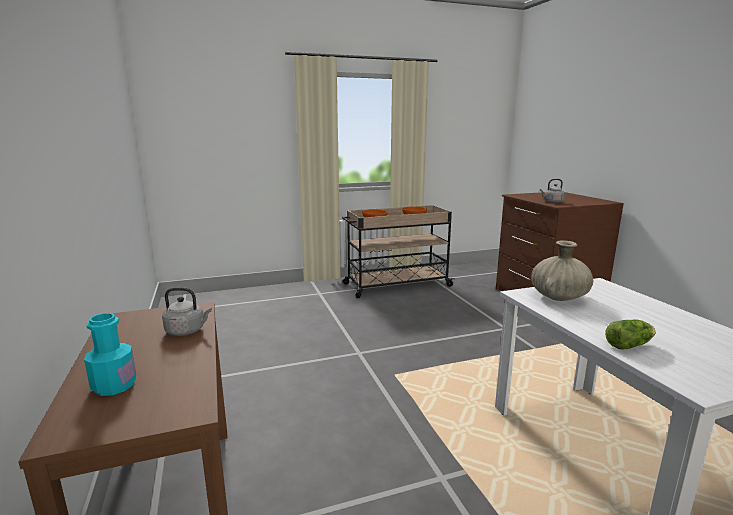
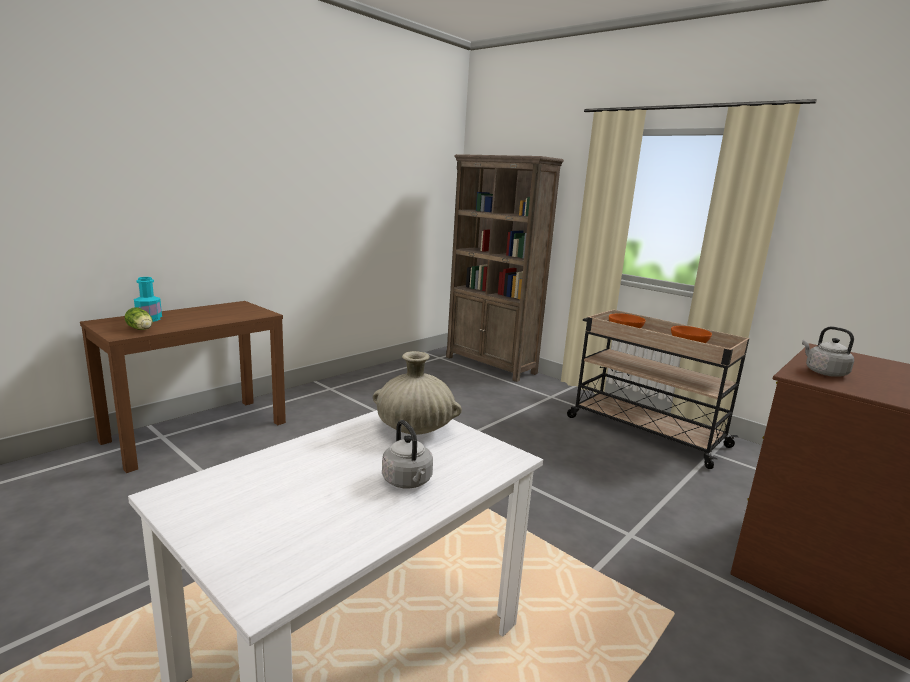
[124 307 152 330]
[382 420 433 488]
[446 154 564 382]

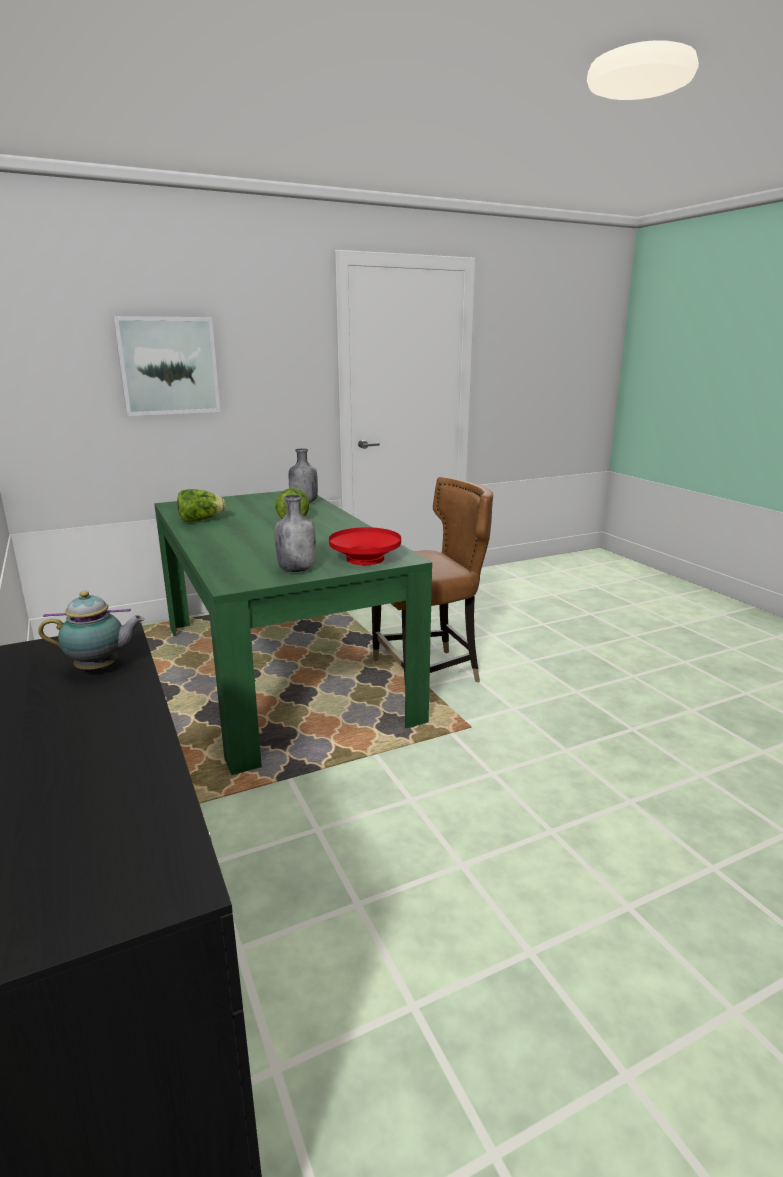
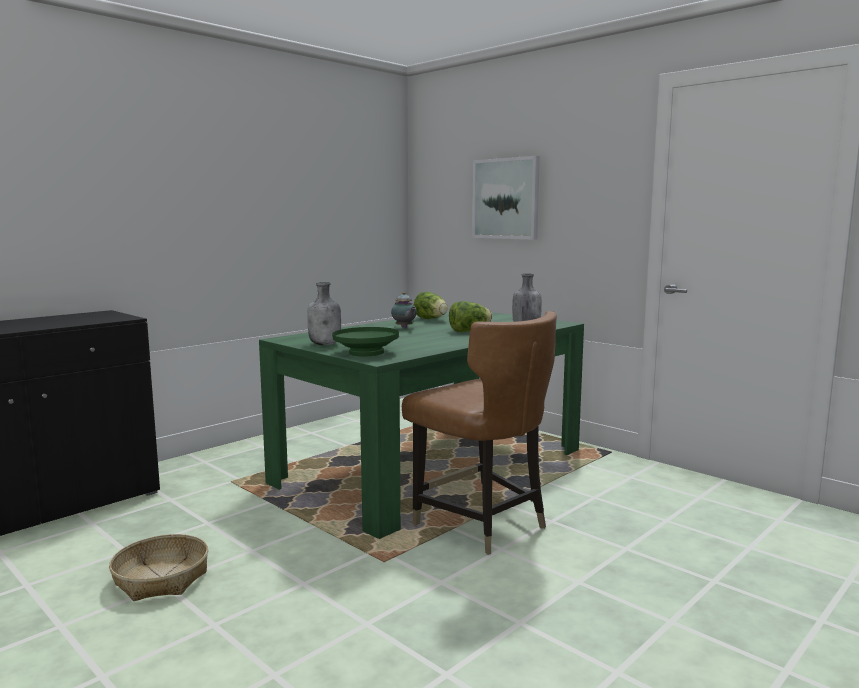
[109 534 208 601]
[332 327 399 356]
[391 292 417 328]

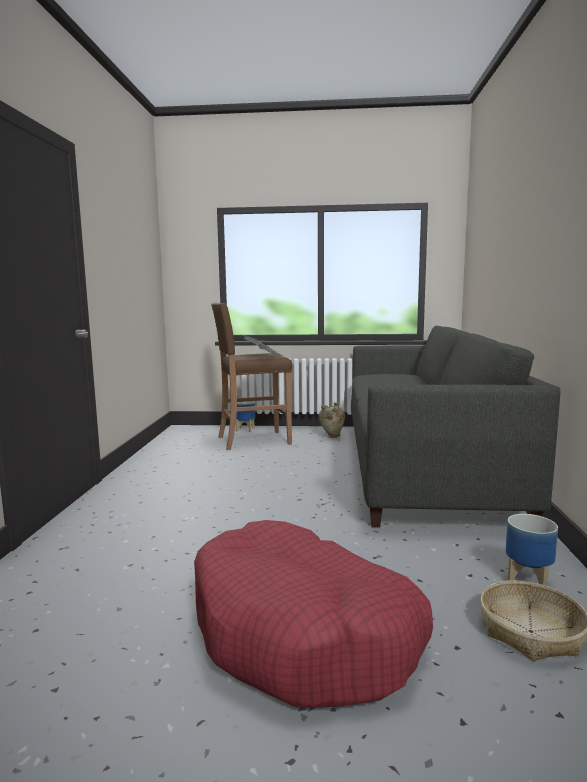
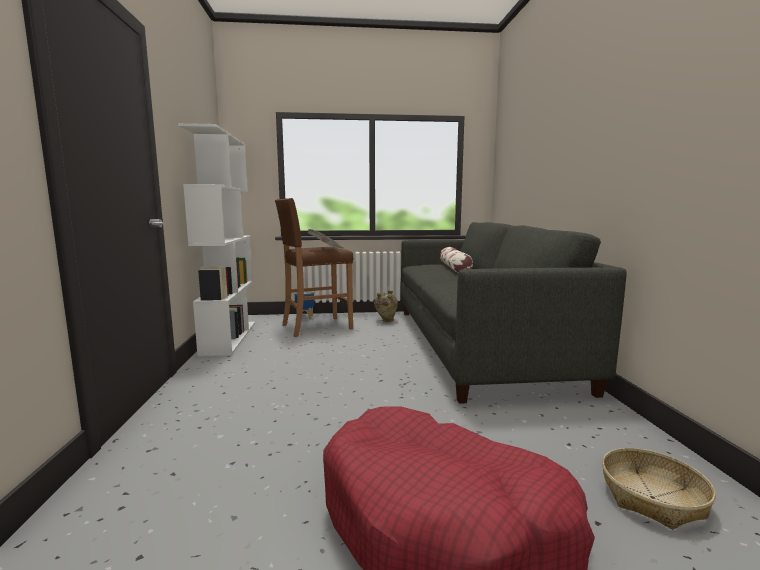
[178 123 255 356]
[440 247 473 273]
[506 514 558 586] (first image)

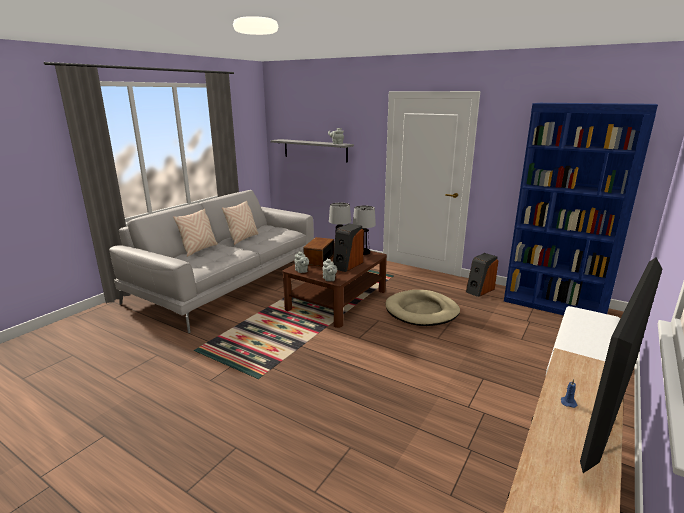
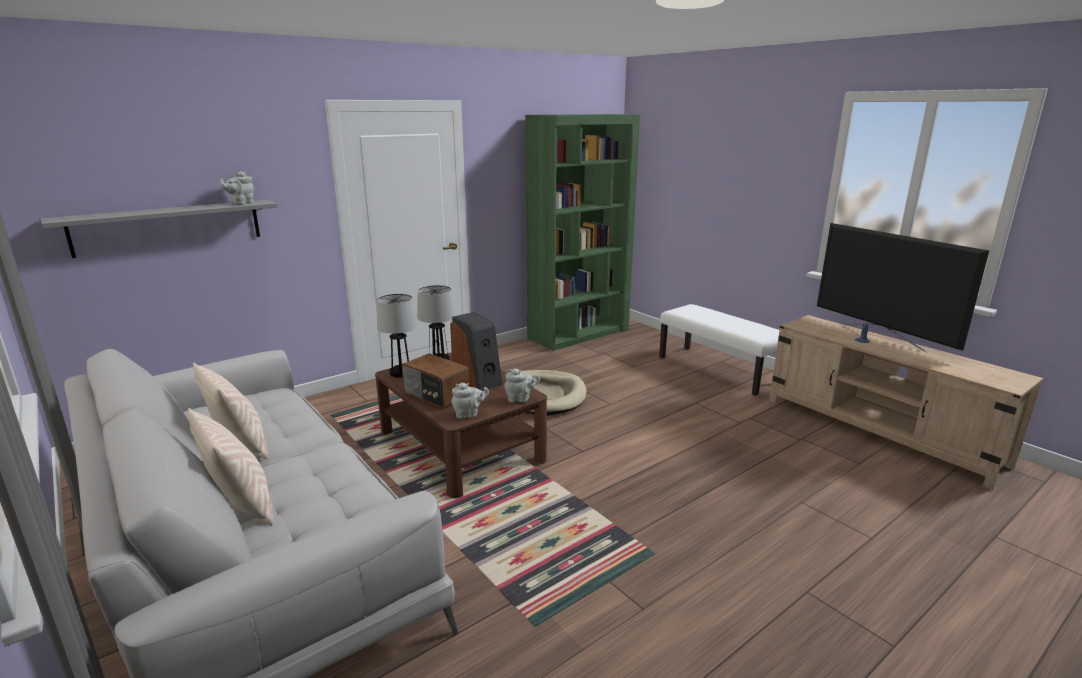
[525 114 640 351]
[466 253 498 297] (first image)

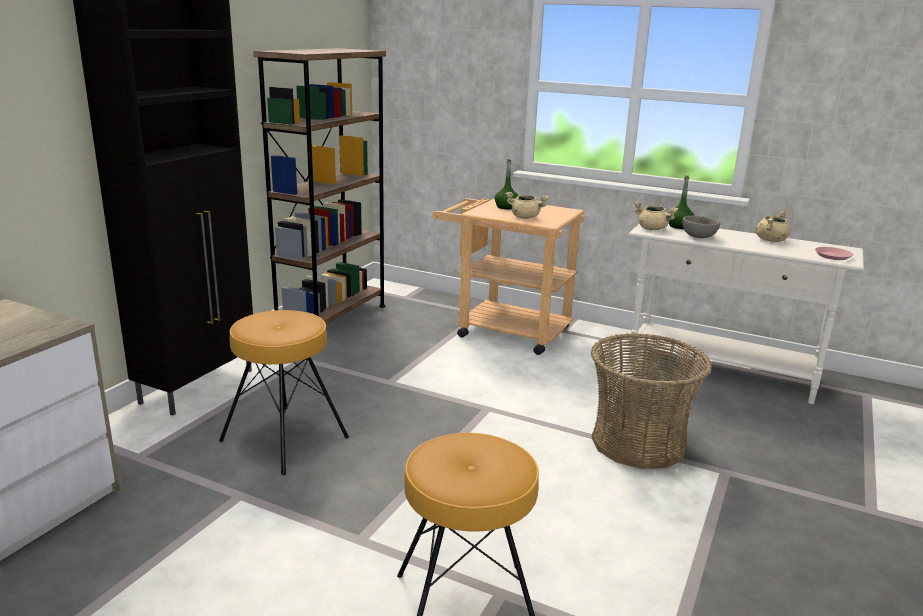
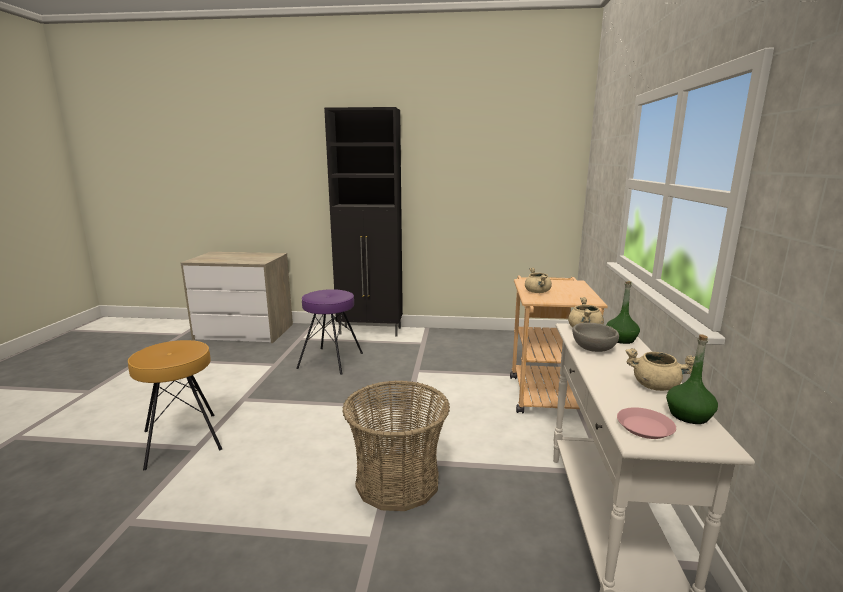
[296 289 363 375]
[666 334 718 424]
[253 48 386 324] (first image)

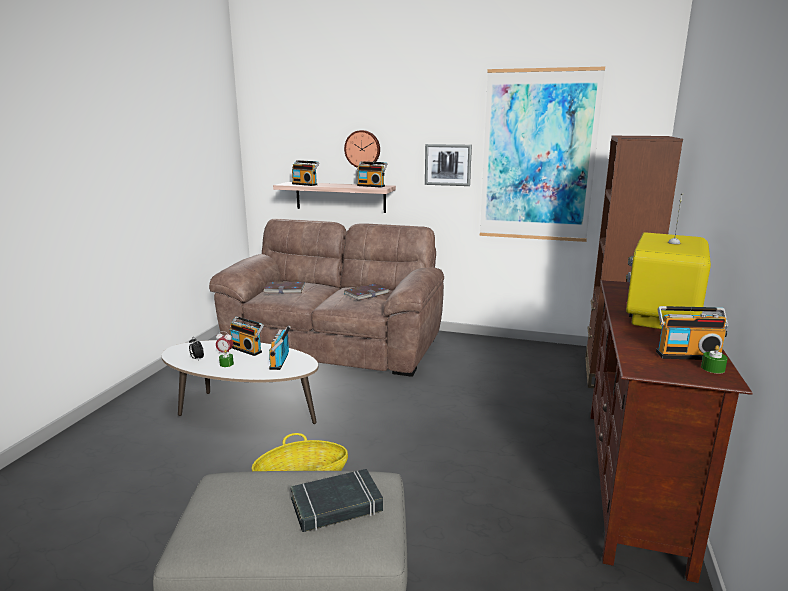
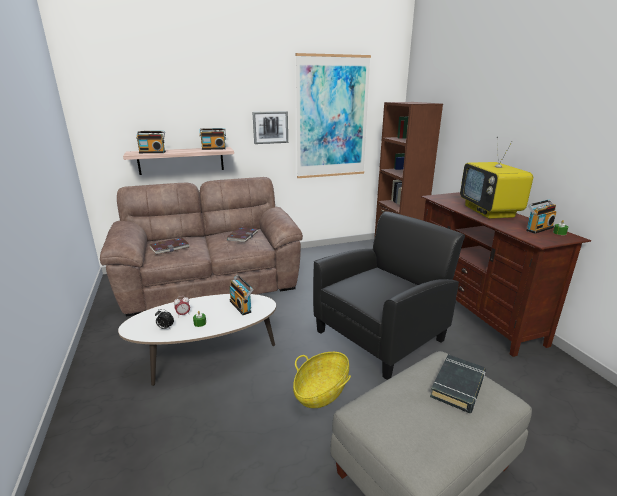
[313 211 465 380]
[229 316 264 356] (first image)
[344 130 380 168] (first image)

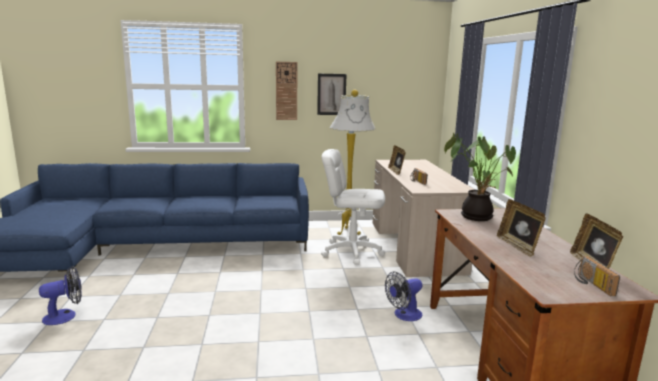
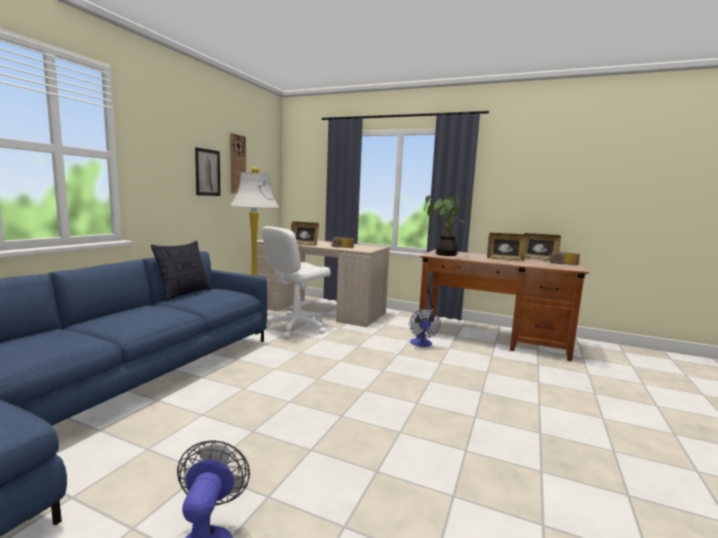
[151 241 212 302]
[230 133 246 194]

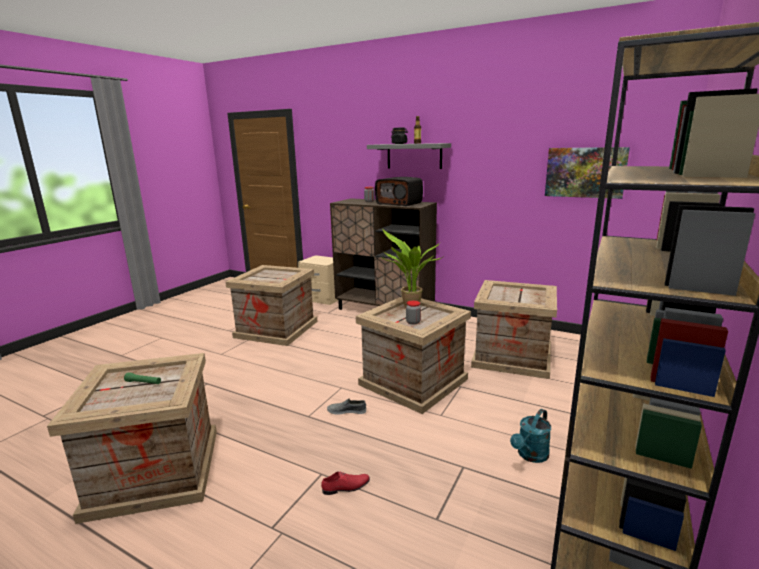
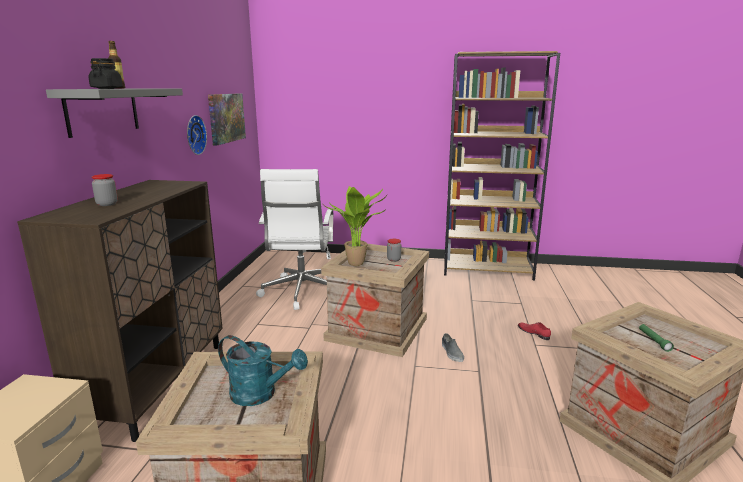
[187 115 207 155]
[218 335 308 406]
[256 169 333 310]
[375 177 423 206] (first image)

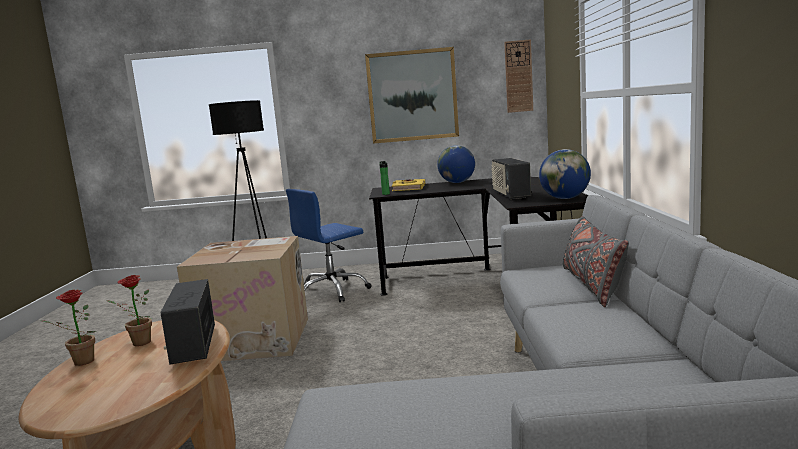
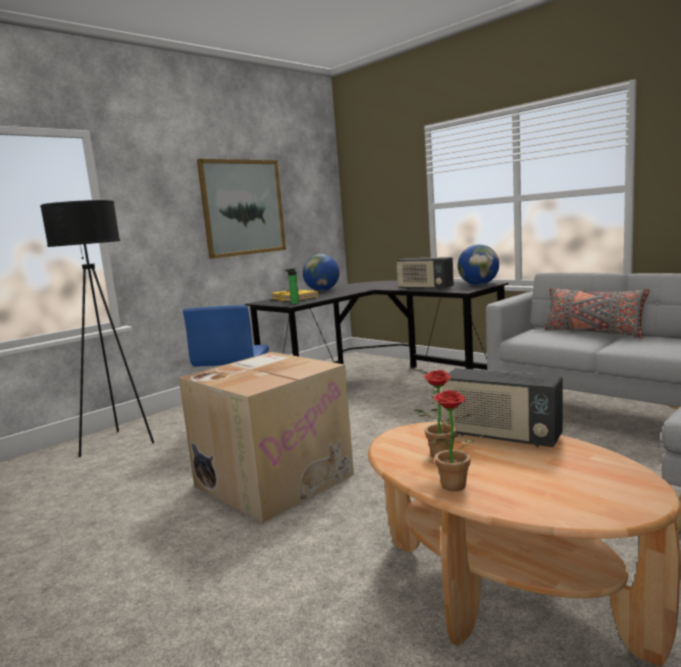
[504 39 533 113] (first image)

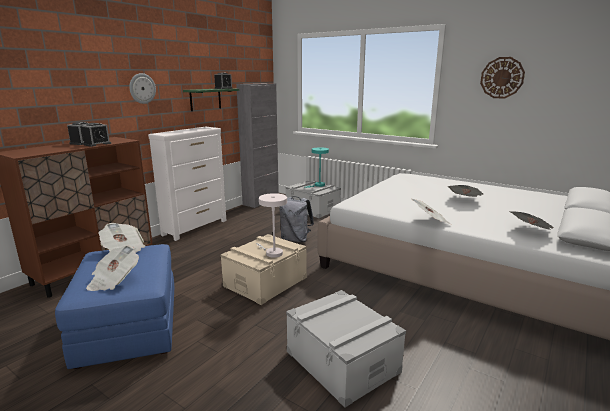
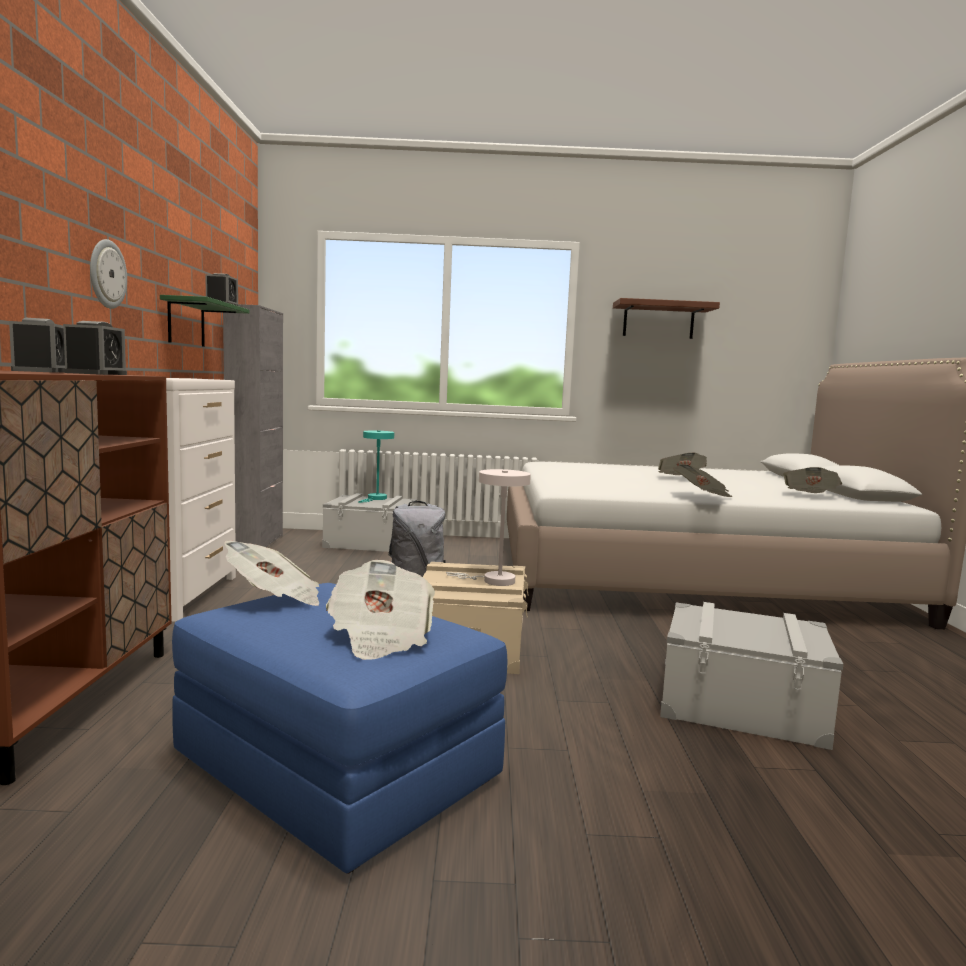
[613 298 720 339]

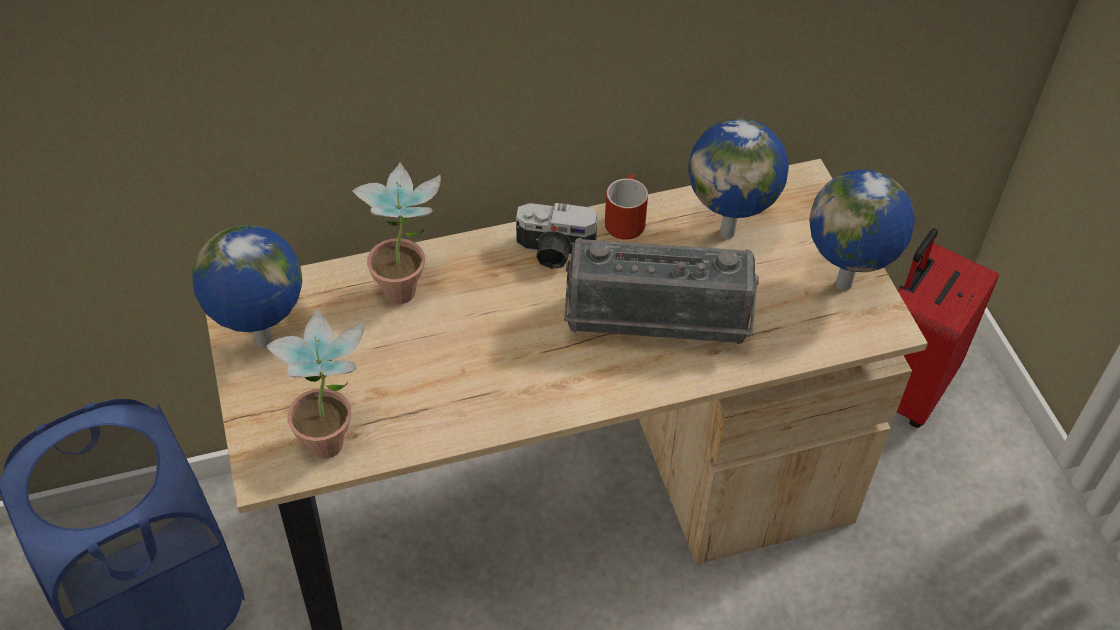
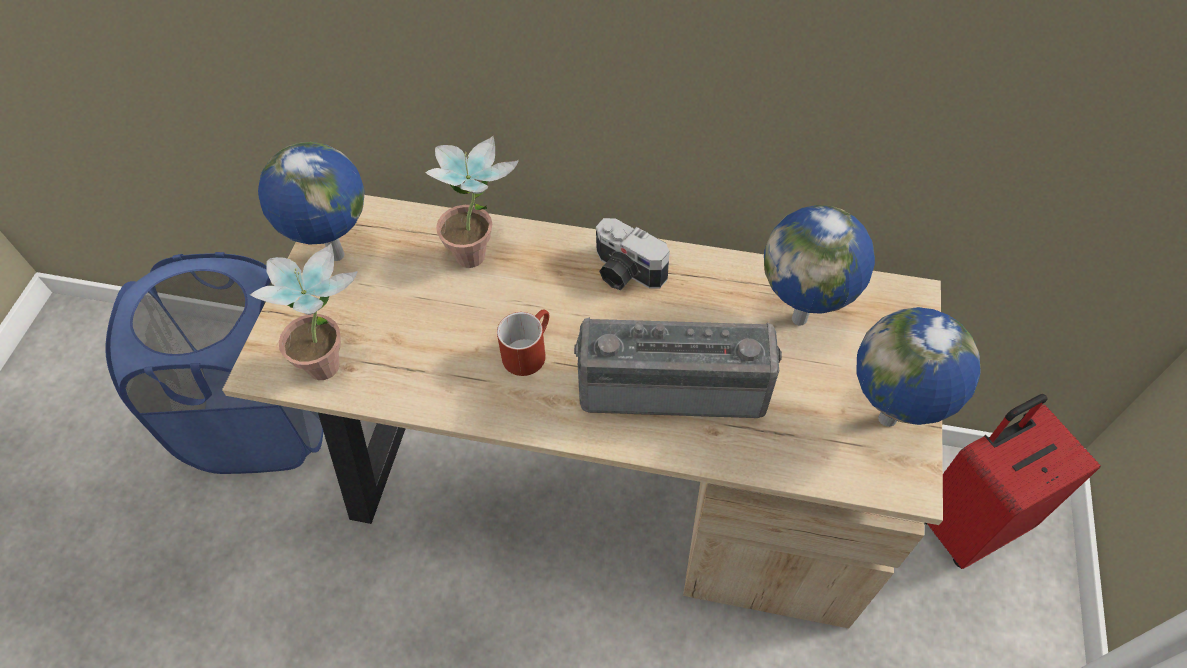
[497 309 549 376]
[574 317 782 418]

